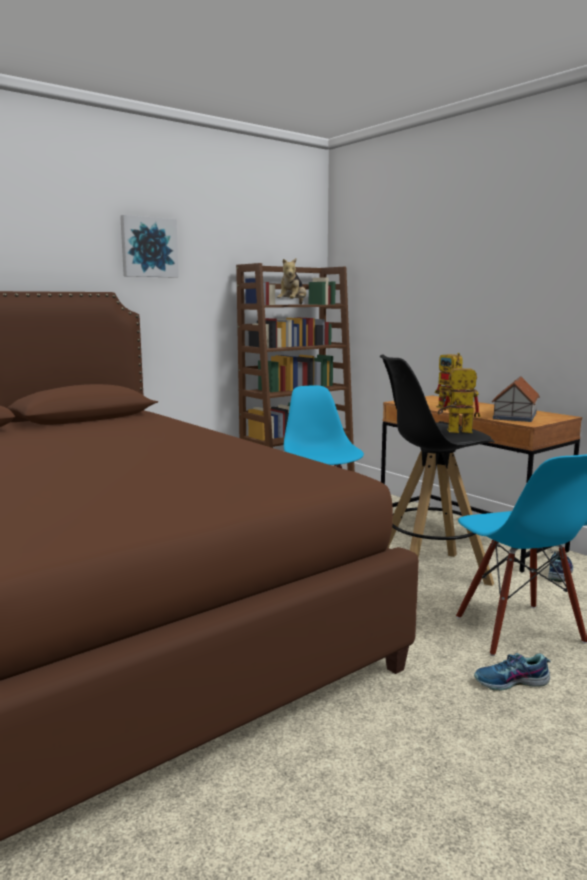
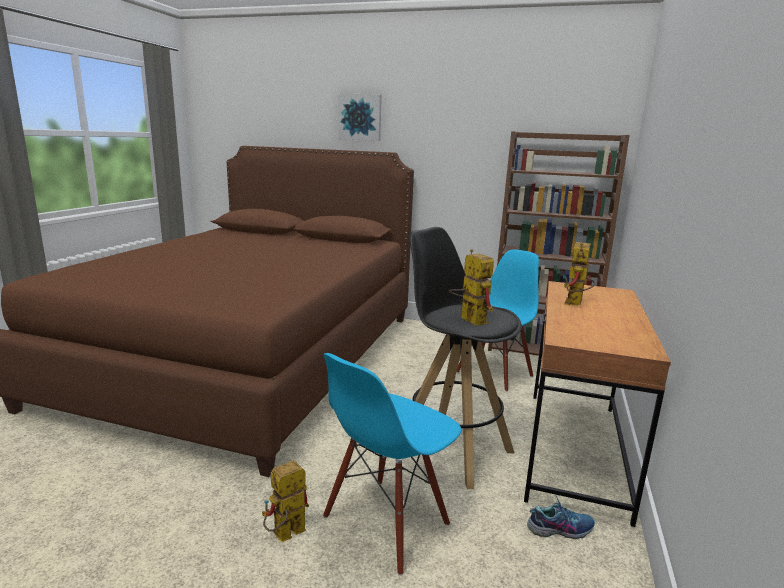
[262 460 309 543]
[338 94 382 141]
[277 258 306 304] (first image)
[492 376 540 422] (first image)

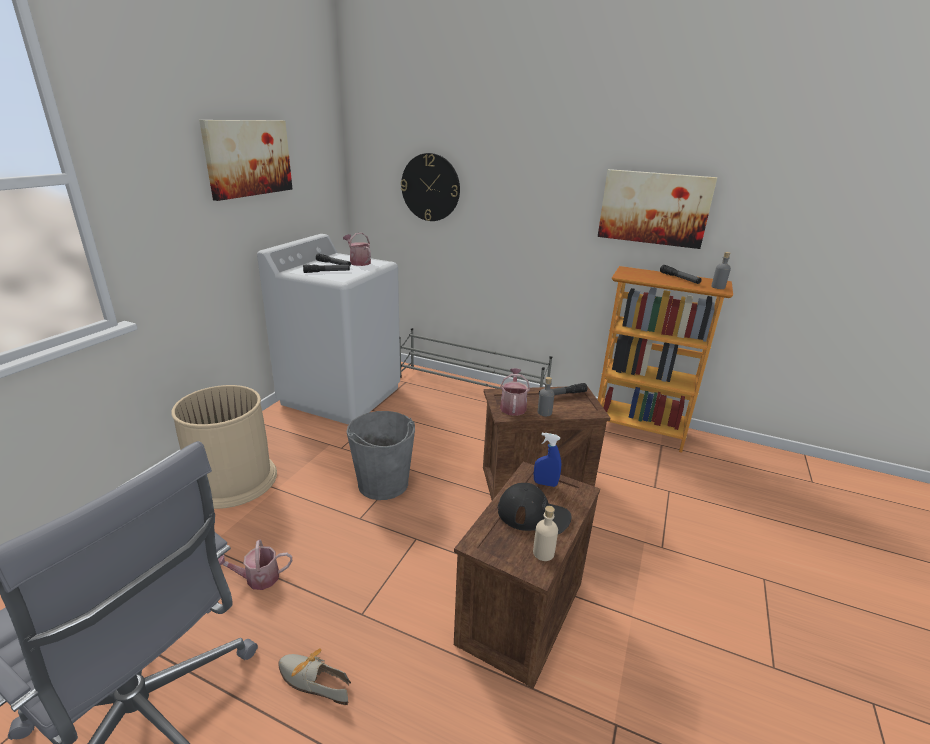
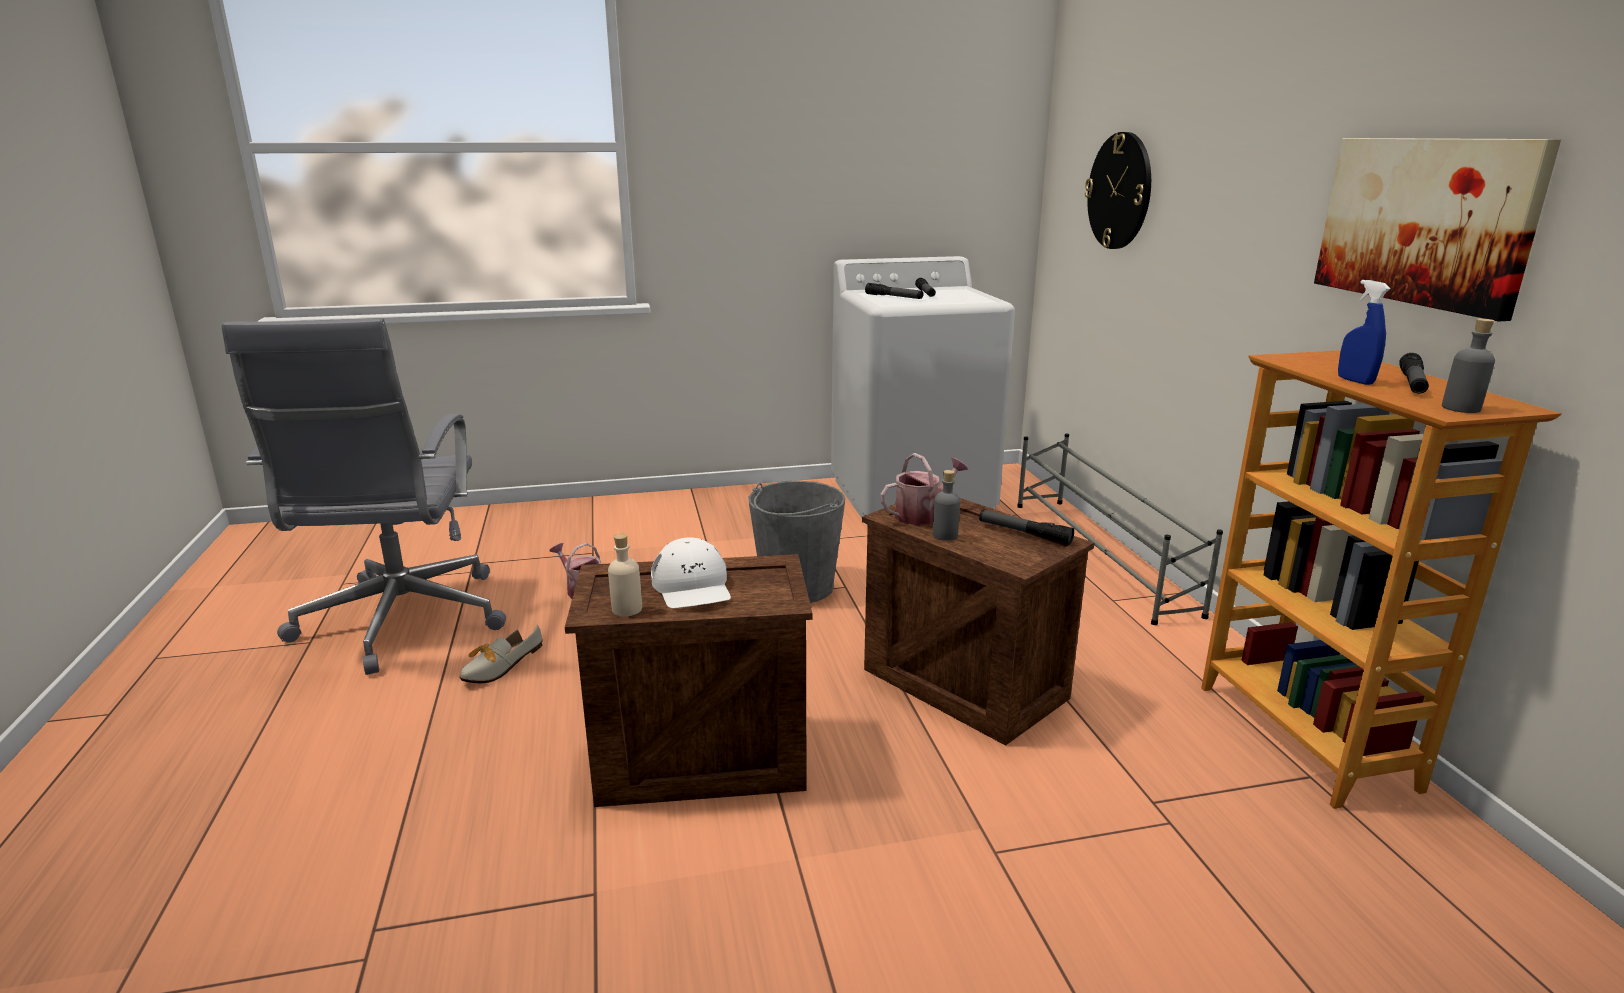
[459 625 543 683]
[651 538 731 608]
[1338 280 1390 385]
[171 385 277 509] (first image)
[199 120 292 201] (first image)
[343 233 371 266] (first image)

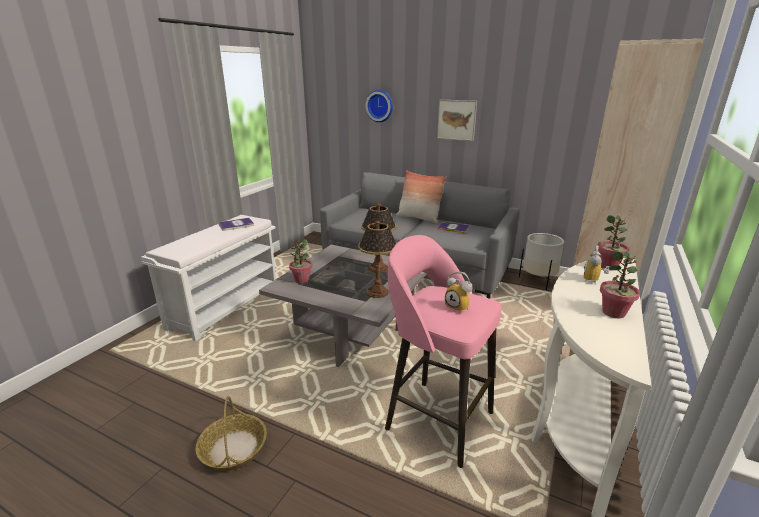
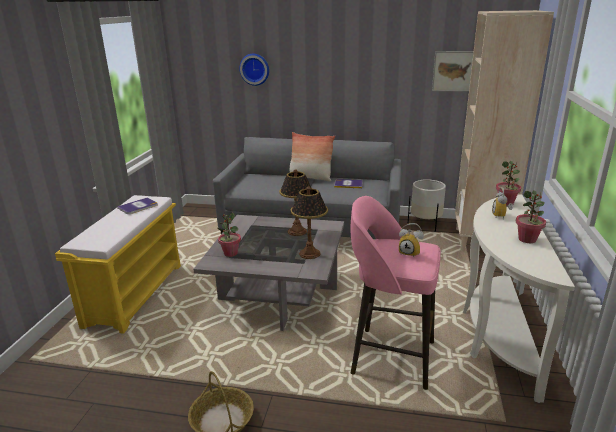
[55 195 181 334]
[432 51 474 92]

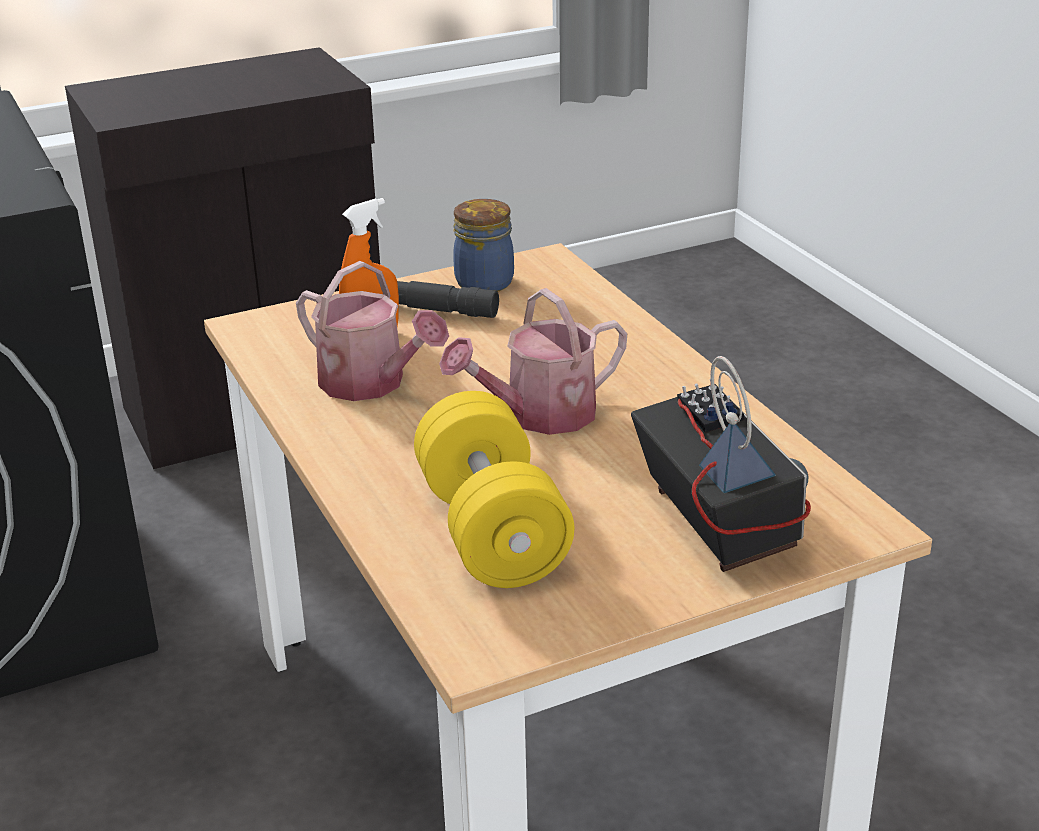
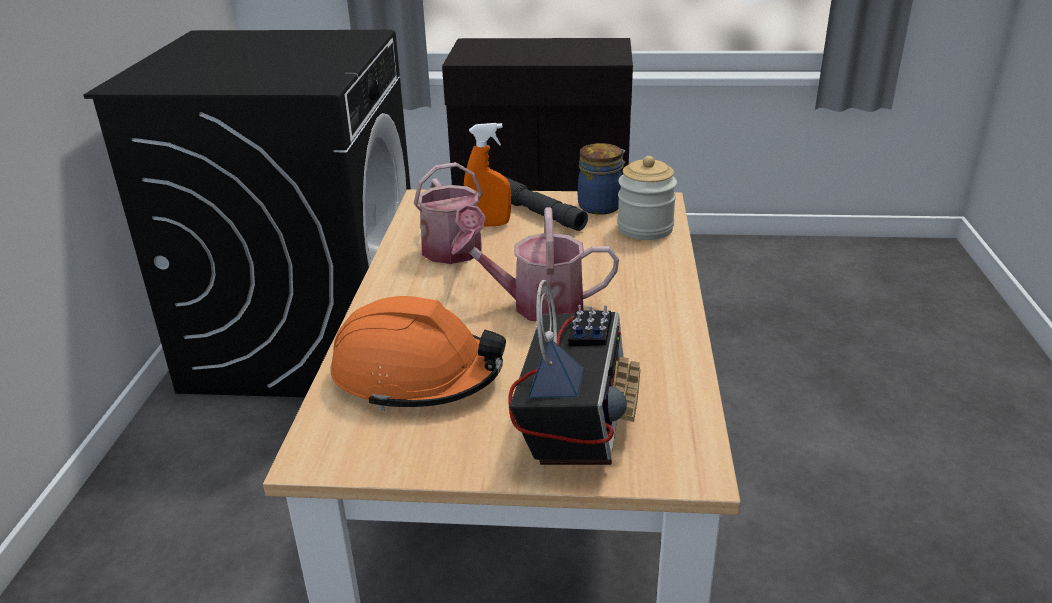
[331 296 506 411]
[617 156 677 240]

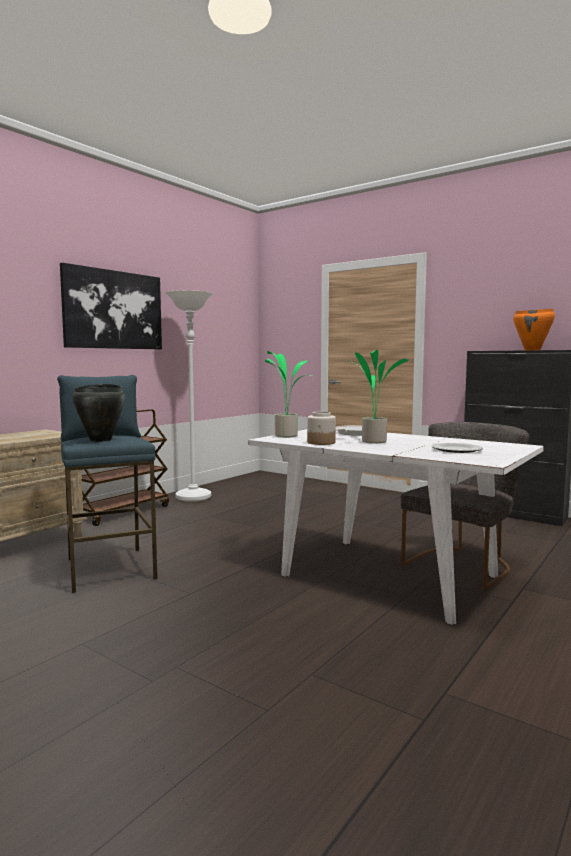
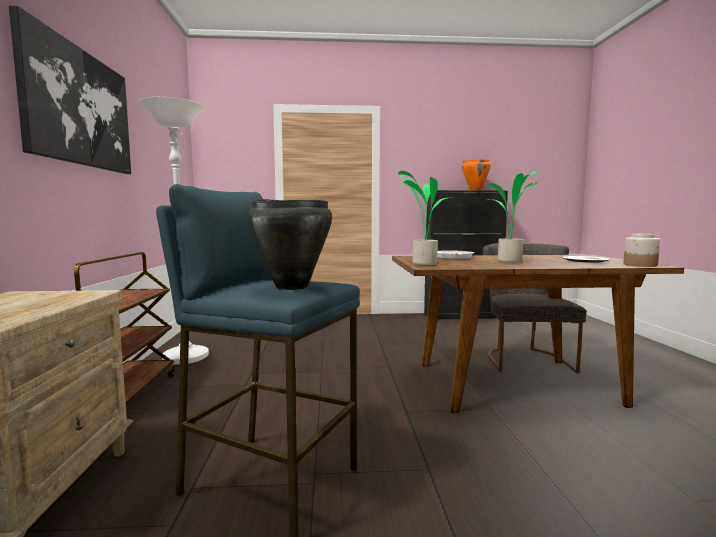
[392 255 684 413]
[623 234 660 267]

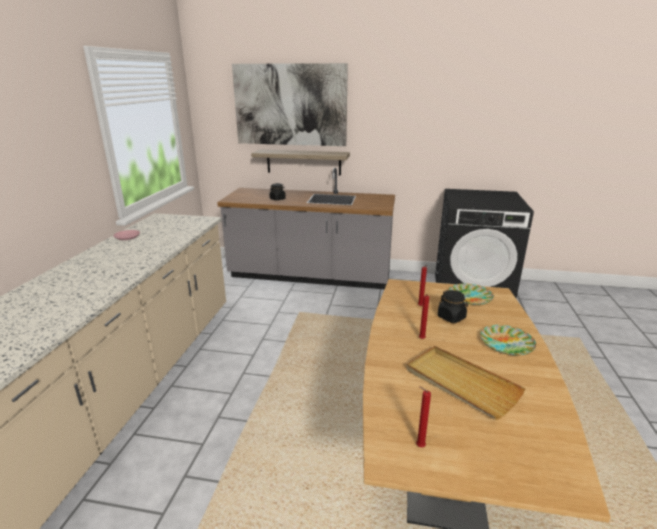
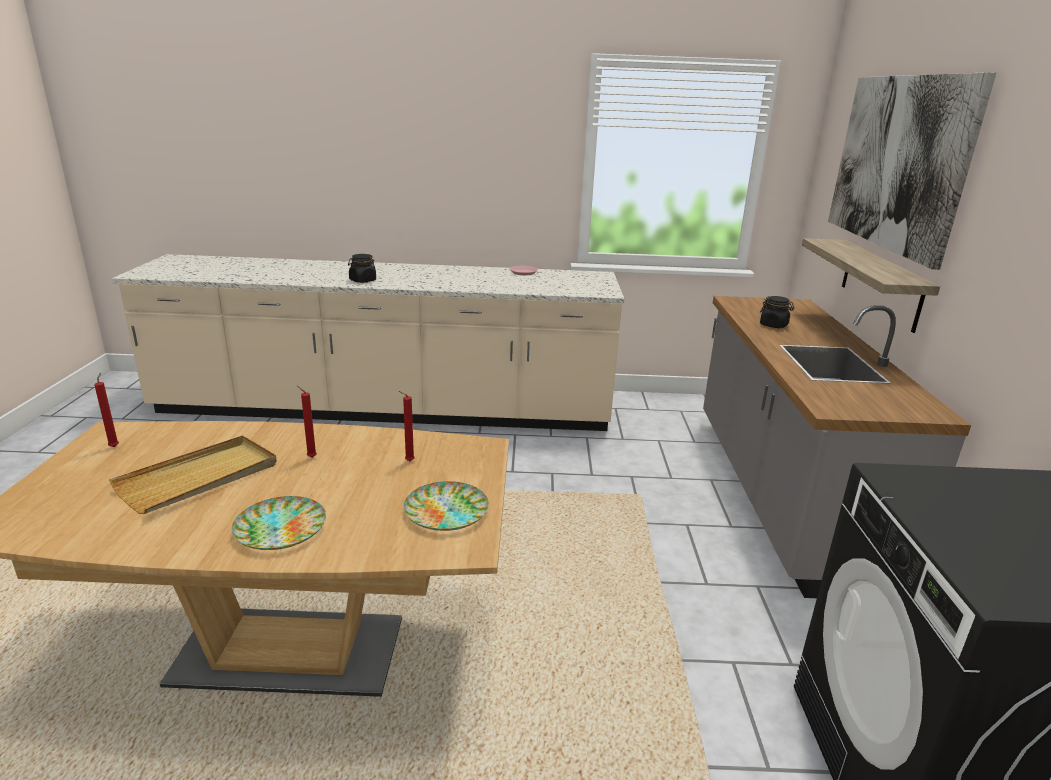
[348 254 376 283]

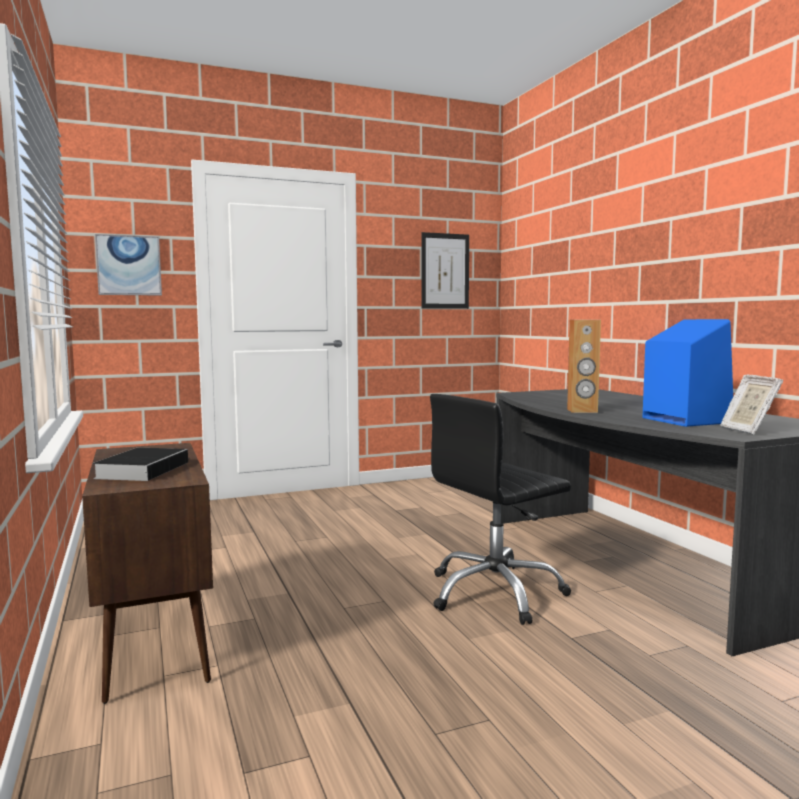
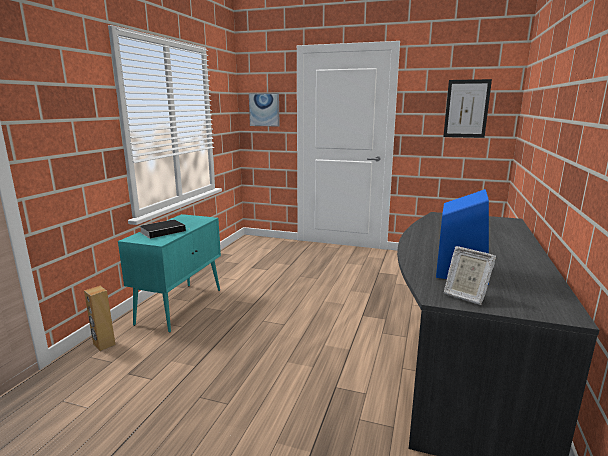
[84 286 116 351]
[118 214 221 333]
[444 246 496 305]
[430 394 571 625] (first image)

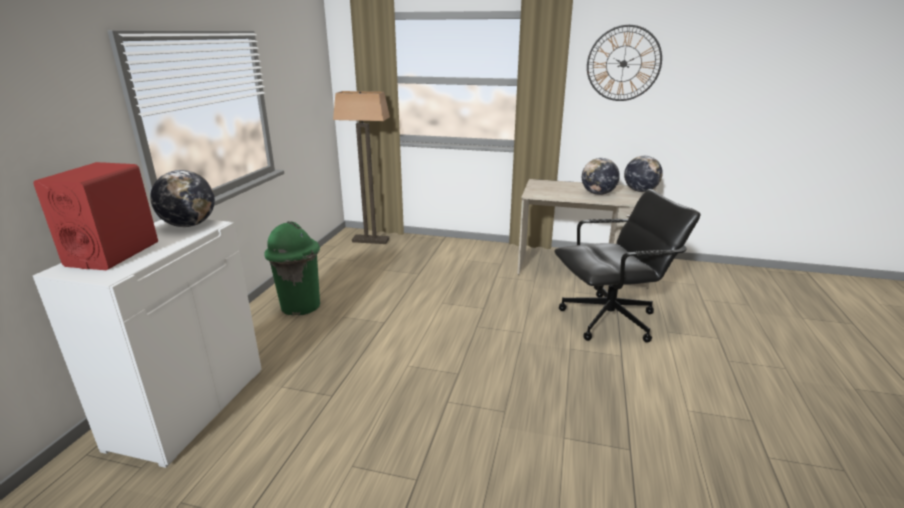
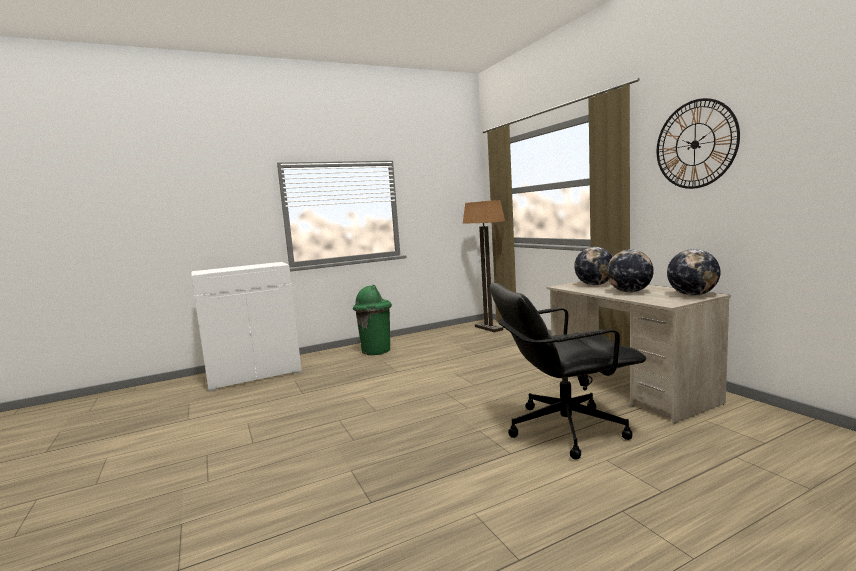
[490 283 646 460]
[574 247 613 285]
[33 162 158 270] (first image)

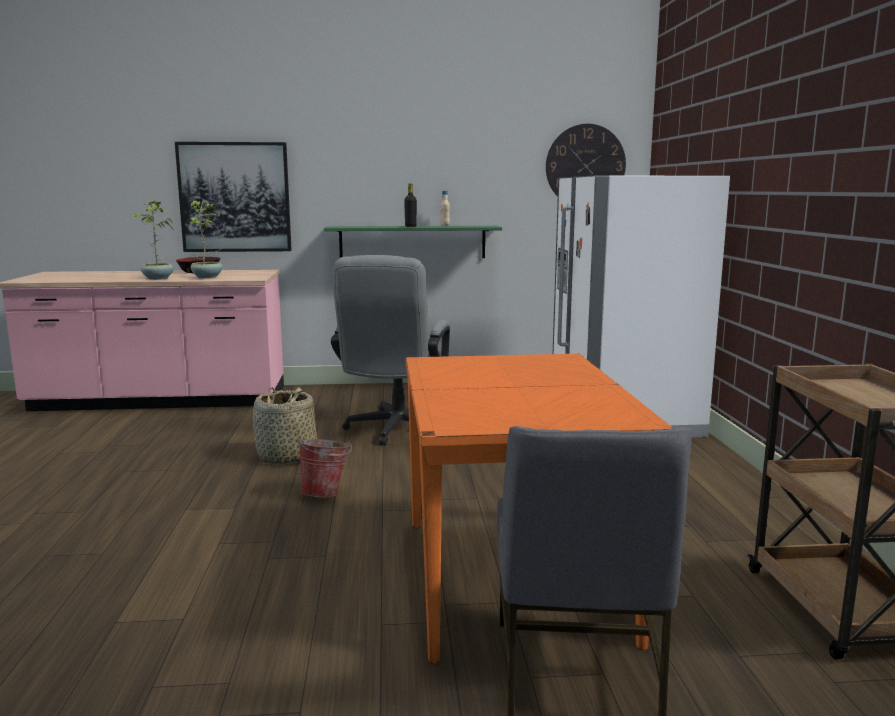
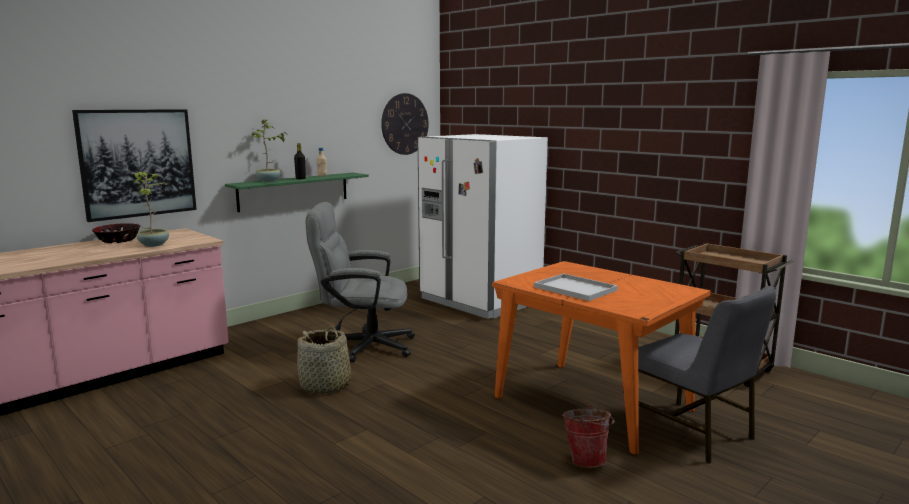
[250 119 287 182]
[306 202 415 362]
[534 273 618 301]
[562 405 615 468]

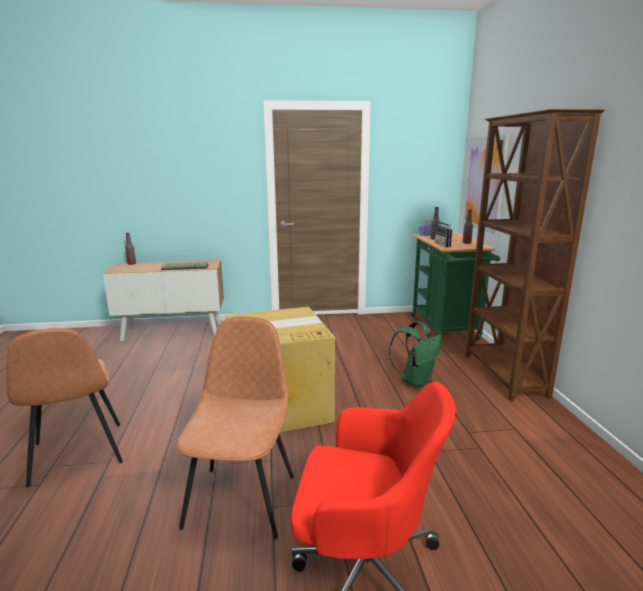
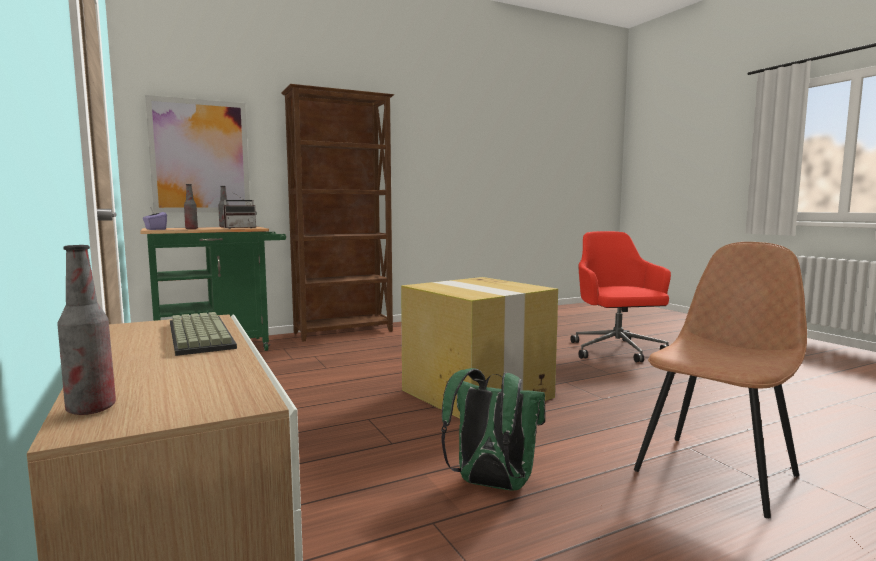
[441 368 545 491]
[176 316 294 539] (first image)

